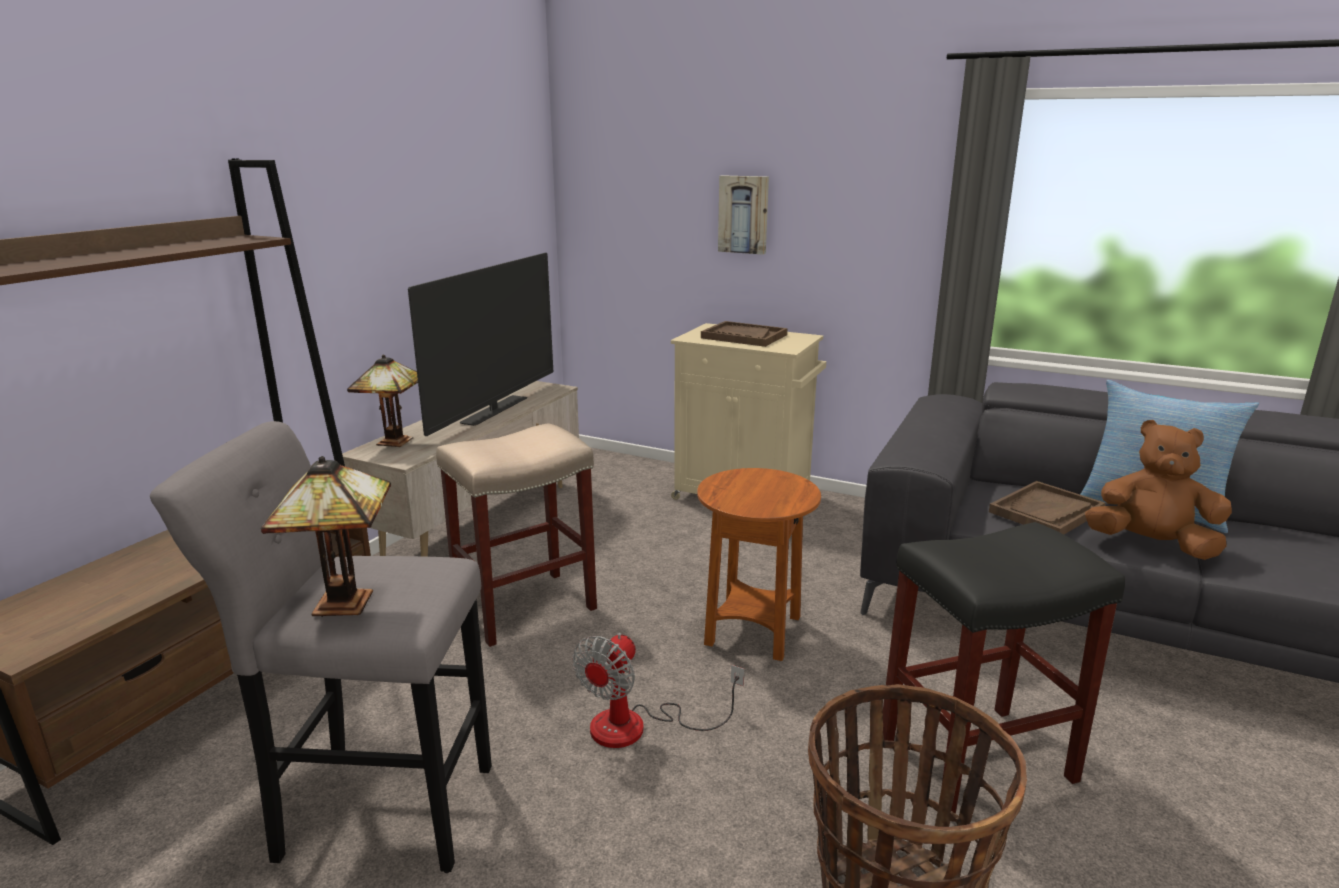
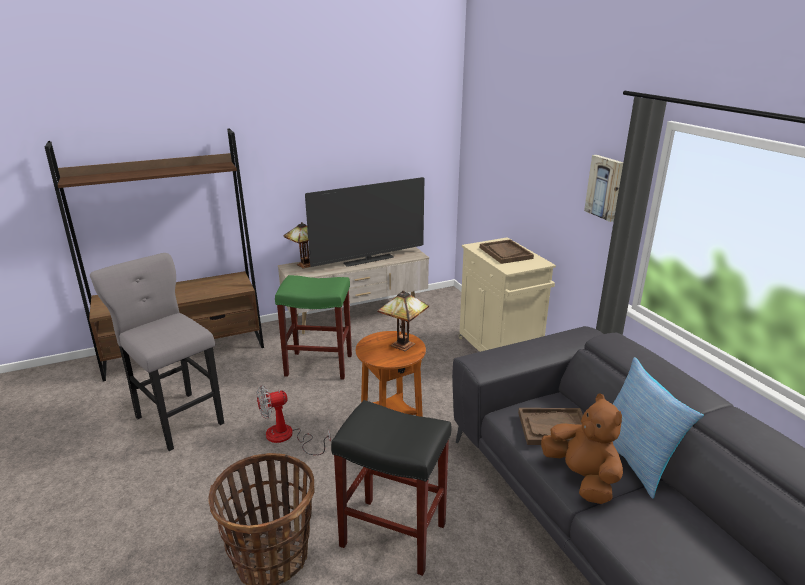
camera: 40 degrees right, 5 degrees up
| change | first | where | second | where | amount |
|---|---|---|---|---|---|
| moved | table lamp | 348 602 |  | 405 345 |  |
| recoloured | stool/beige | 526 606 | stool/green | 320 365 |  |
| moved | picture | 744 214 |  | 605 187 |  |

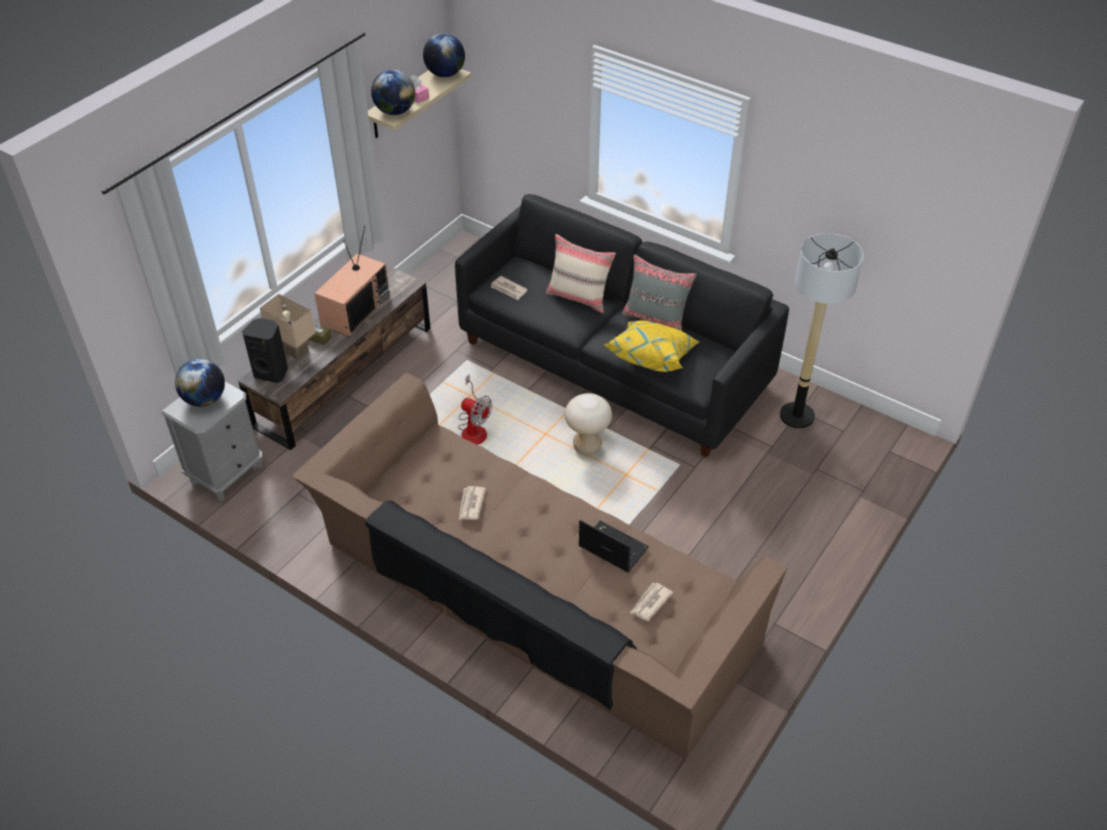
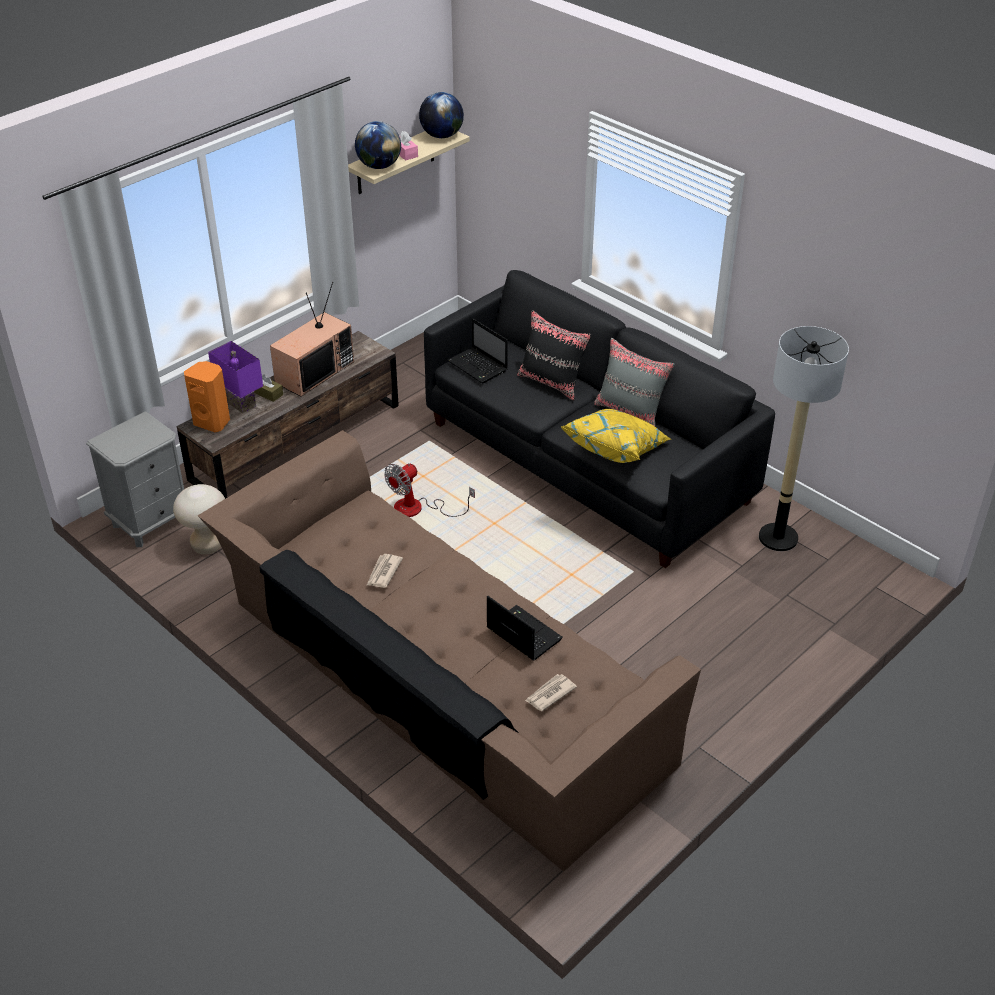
camera: 10 degrees right, 5 degrees down
| change | first | where | second | where | amount |
|---|---|---|---|---|---|
| removed | globe | 205 399 |  |  |  |
| recoloured | speaker/black | 272 372 | speaker/orange | 213 422 |  |
| recoloured | table lamp/beige | 292 351 | table lamp/purple | 239 404 |  |
| turned | fan | 473 428 |  | 418 509 | 90 degrees clockwise |
| replaced | newspaper | 508 289 | laptop | 478 366 |  |
| recoloured | pillow/beige | 579 297 | pillow/black | 552 382 |  |
| moved | stool/beige | 587 447 |  | 207 546 |  |

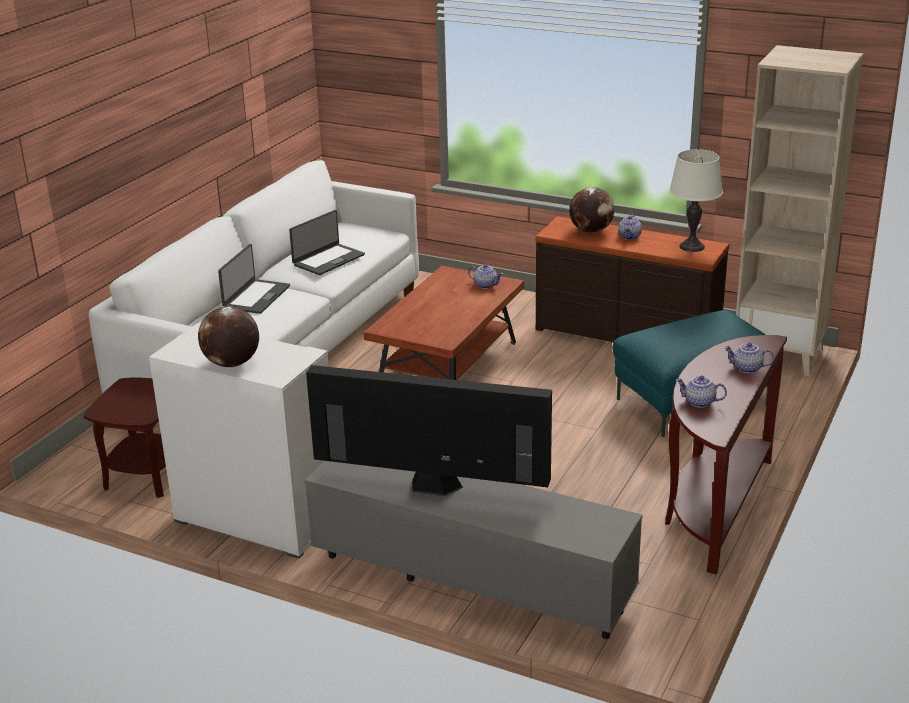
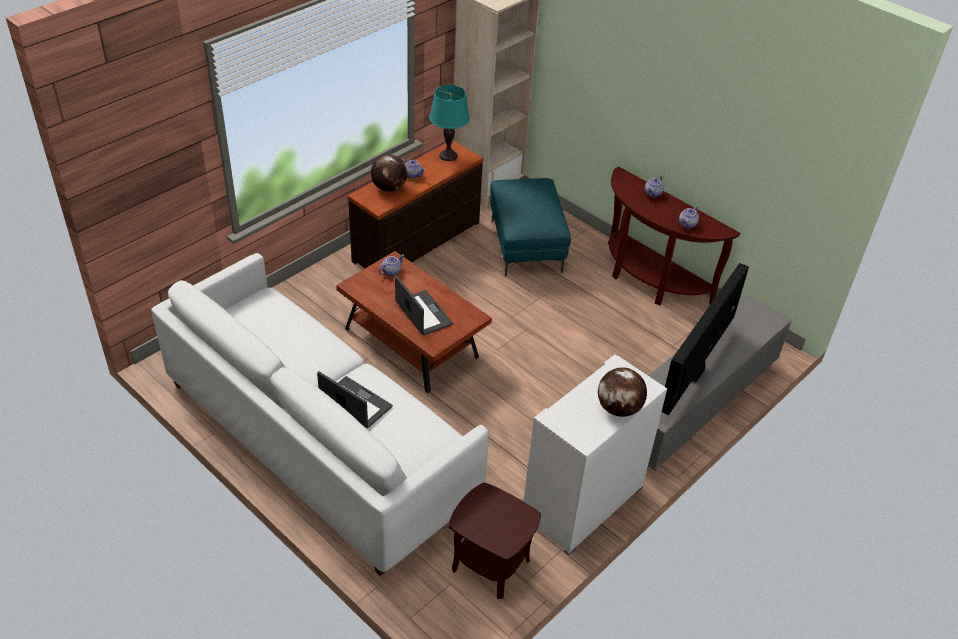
camera: 75 degrees left, 15 degrees up
| change | first | where | second | where | amount |
|---|---|---|---|---|---|
| moved | laptop | 328 260 |  | 422 313 |  |
| recoloured | table lamp/white | 691 246 | table lamp/turquoise | 448 156 |  |

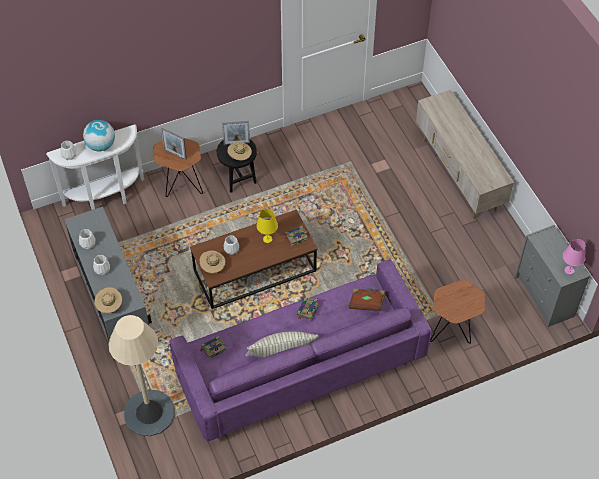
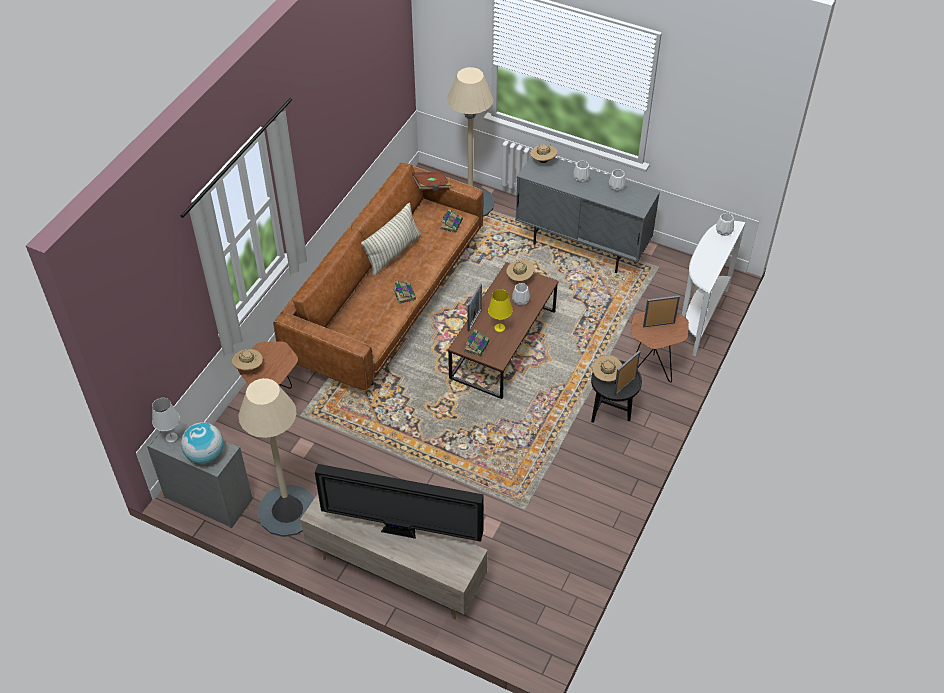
camera: 140 degrees right, 5 degrees down
| change | first | where | second | where | amount |
|---|---|---|---|---|---|
| moved | globe | 101 145 |  | 205 454 |  |
| recoloured | sofa/purple | 300 366 | sofa/brown | 387 299 |  |
| moved | book/brown | 366 303 |  | 431 186 |  |
| recoloured | table lamp/pink | 569 270 | table lamp/white | 171 438 |  |
| added |  |  | hat/beige | 249 367 |  |
| added |  |  | floor lamp/beige | 287 511 |  |
| added |  |  | television | 402 531 |  |
| added |  |  | picture frame | 474 320 |  |

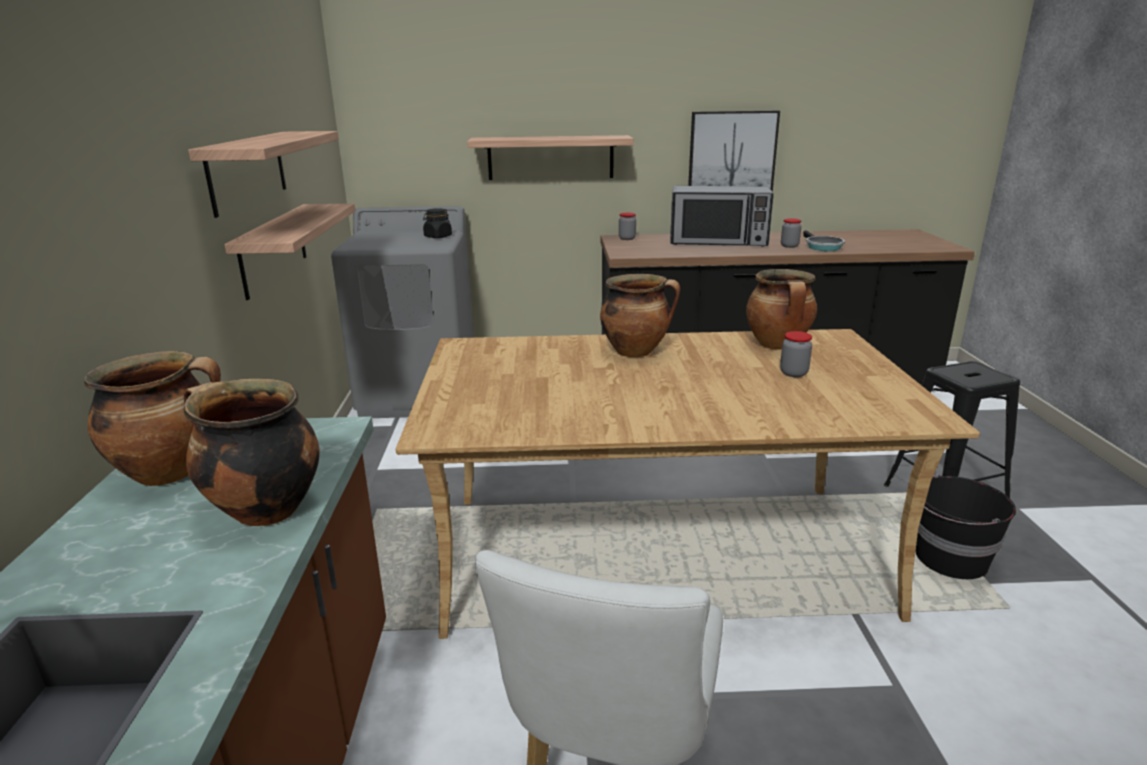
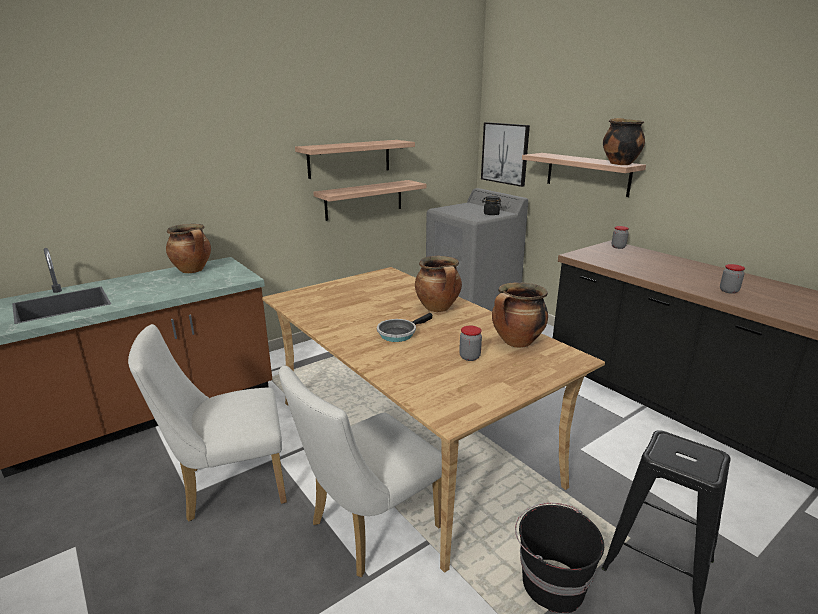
camera: 55 degrees right, 0 degrees up
| change | first | where | second | where | amount |
|---|---|---|---|---|---|
| moved | cooking pot | 263 510 |  | 619 163 |  |
| removed | microwave | 718 242 |  |  |  |
| moved | picture | 732 156 |  | 505 153 |  |
| moved | frying pan | 822 247 |  | 399 333 |  |
| added |  |  | chair/white | 367 529 |  |

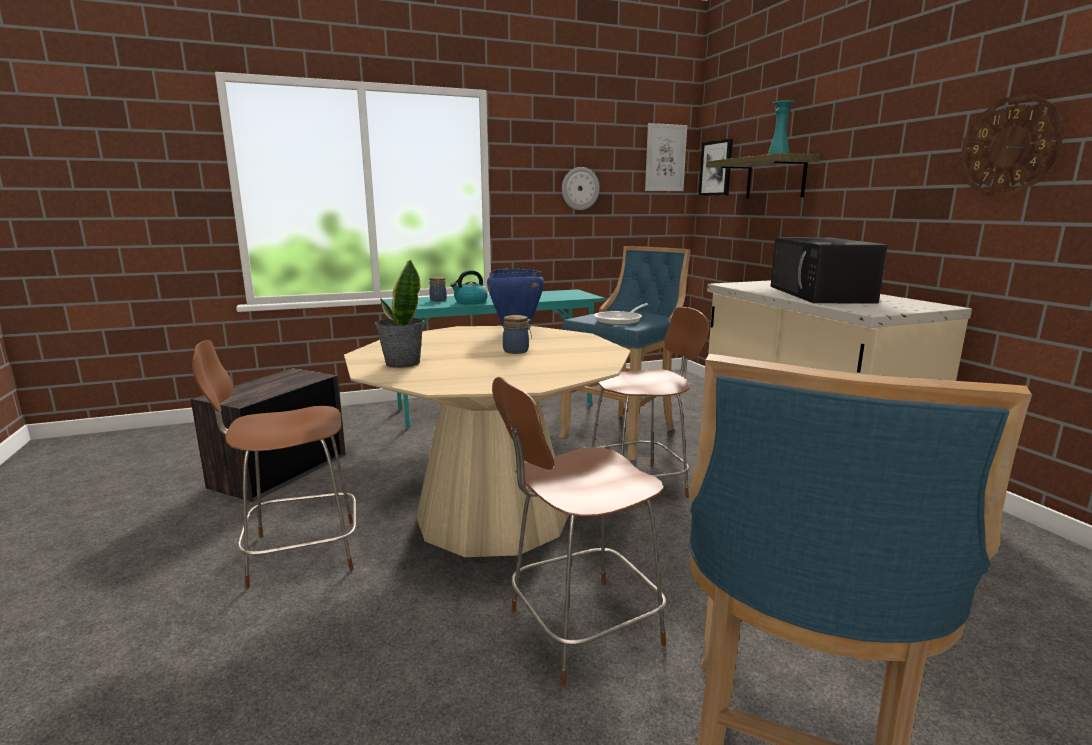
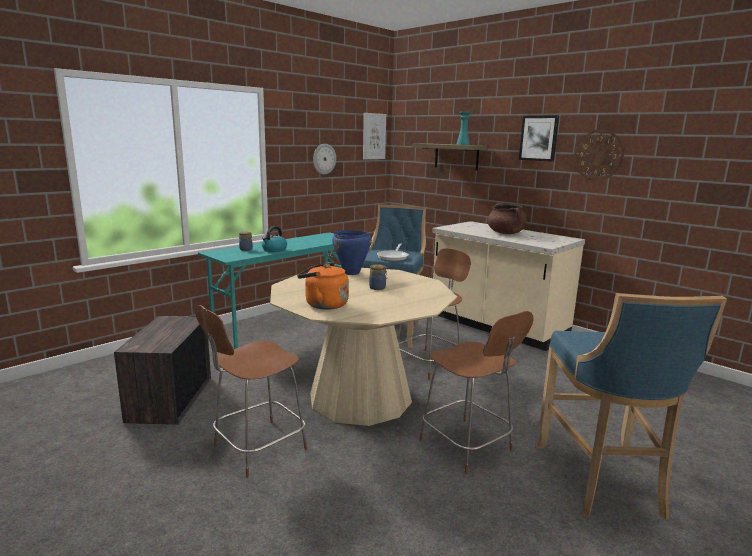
camera: 25 degrees left, 0 degrees up
| change | first | where | second | where | amount |
|---|---|---|---|---|---|
| replaced | potted plant | 402 363 | kettle/orange | 323 305 |  |
| turned | chair/brown | 579 629 |  | 467 447 | 75 degrees counterclockwise |
| moved | picture | 716 168 |  | 539 138 |  |
| replaced | microwave/black | 820 294 | cooking pot/brown | 506 233 |  |

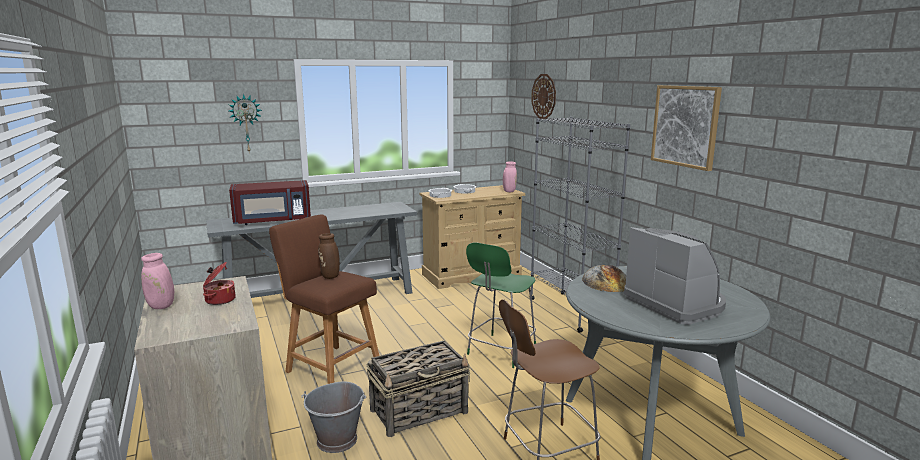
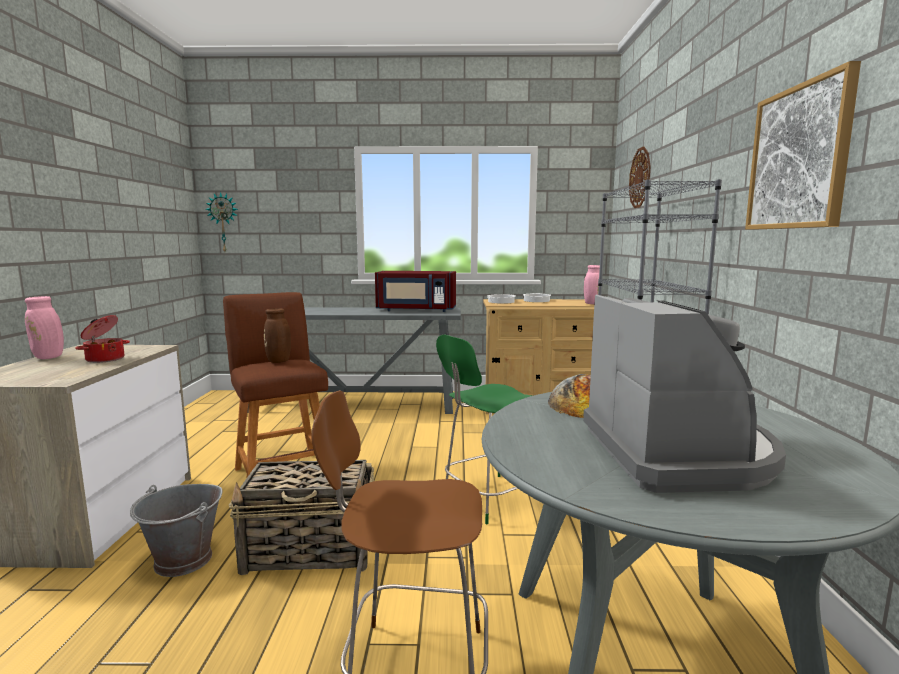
camera: 25 degrees right, 5 degrees down
| change | first | where | second | where | amount |
|---|---|---|---|---|---|
| moved | wall clock | 246 123 |  | 223 222 |  |
| moved | microwave/red | 272 221 |  | 416 310 |  |

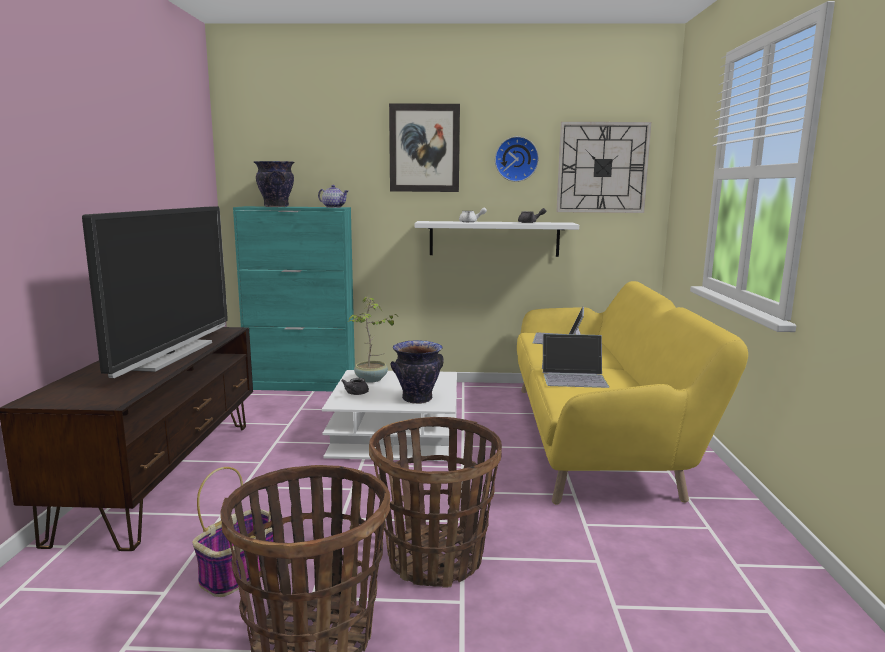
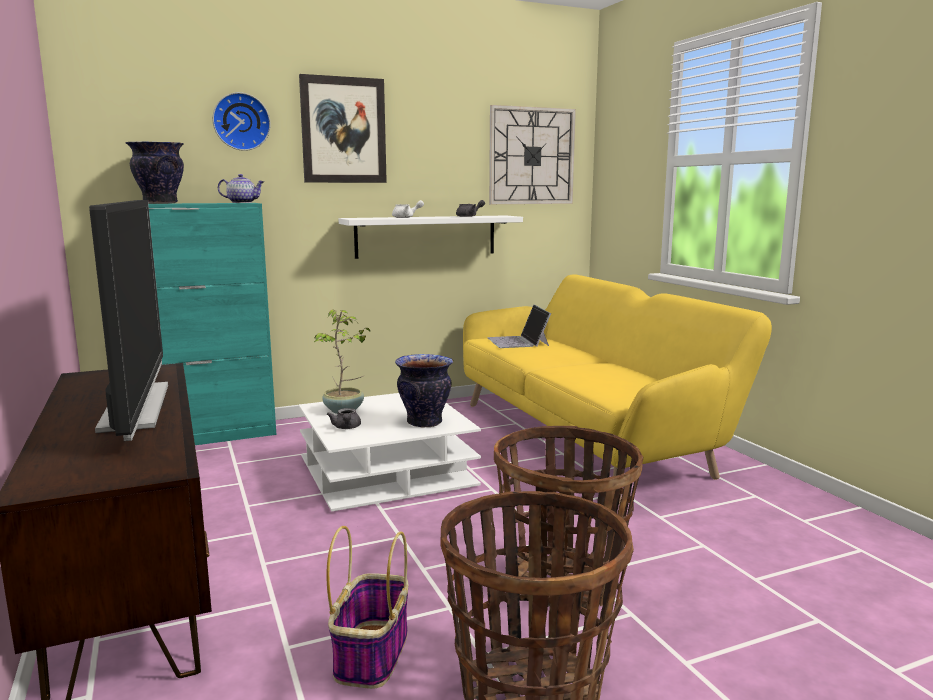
camera: 25 degrees left, 0 degrees up
| change | first | where | second | where | amount |
|---|---|---|---|---|---|
| moved | wall clock | 516 159 |  | 241 122 |  |
| removed | laptop | 574 377 |  |  |  |

